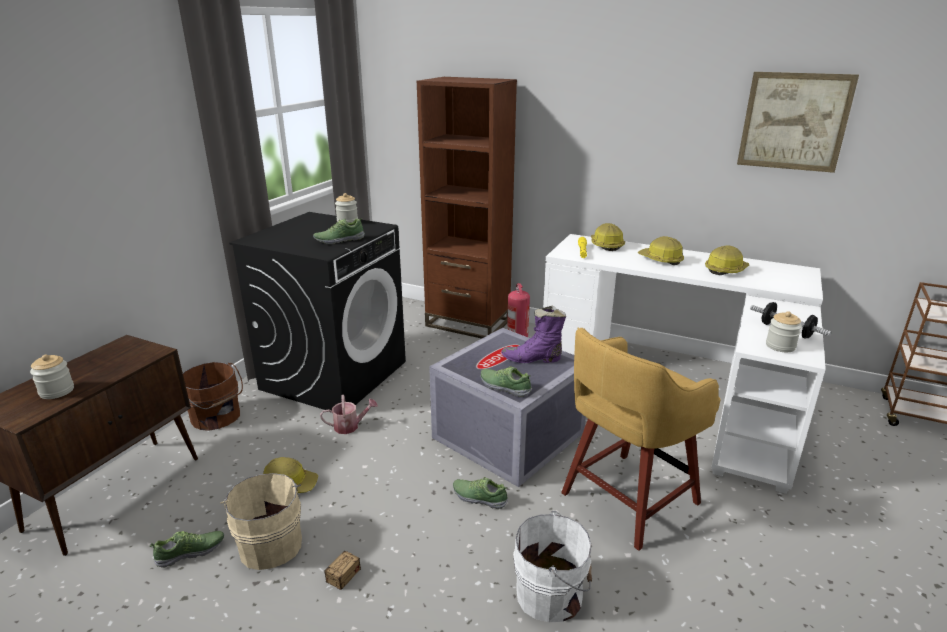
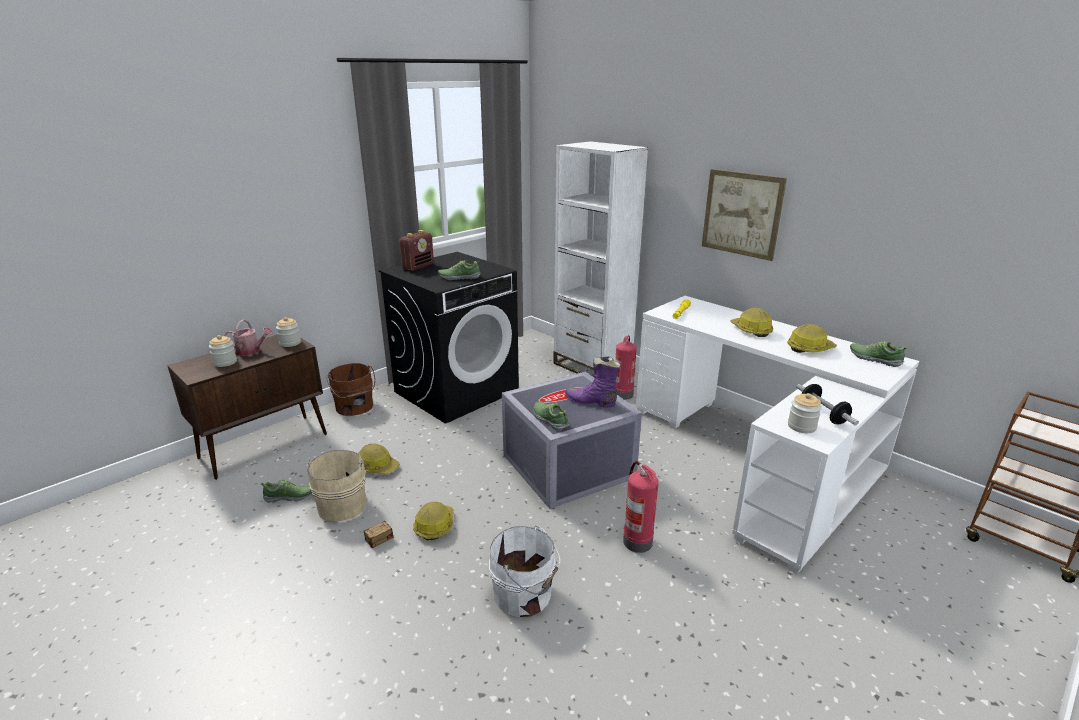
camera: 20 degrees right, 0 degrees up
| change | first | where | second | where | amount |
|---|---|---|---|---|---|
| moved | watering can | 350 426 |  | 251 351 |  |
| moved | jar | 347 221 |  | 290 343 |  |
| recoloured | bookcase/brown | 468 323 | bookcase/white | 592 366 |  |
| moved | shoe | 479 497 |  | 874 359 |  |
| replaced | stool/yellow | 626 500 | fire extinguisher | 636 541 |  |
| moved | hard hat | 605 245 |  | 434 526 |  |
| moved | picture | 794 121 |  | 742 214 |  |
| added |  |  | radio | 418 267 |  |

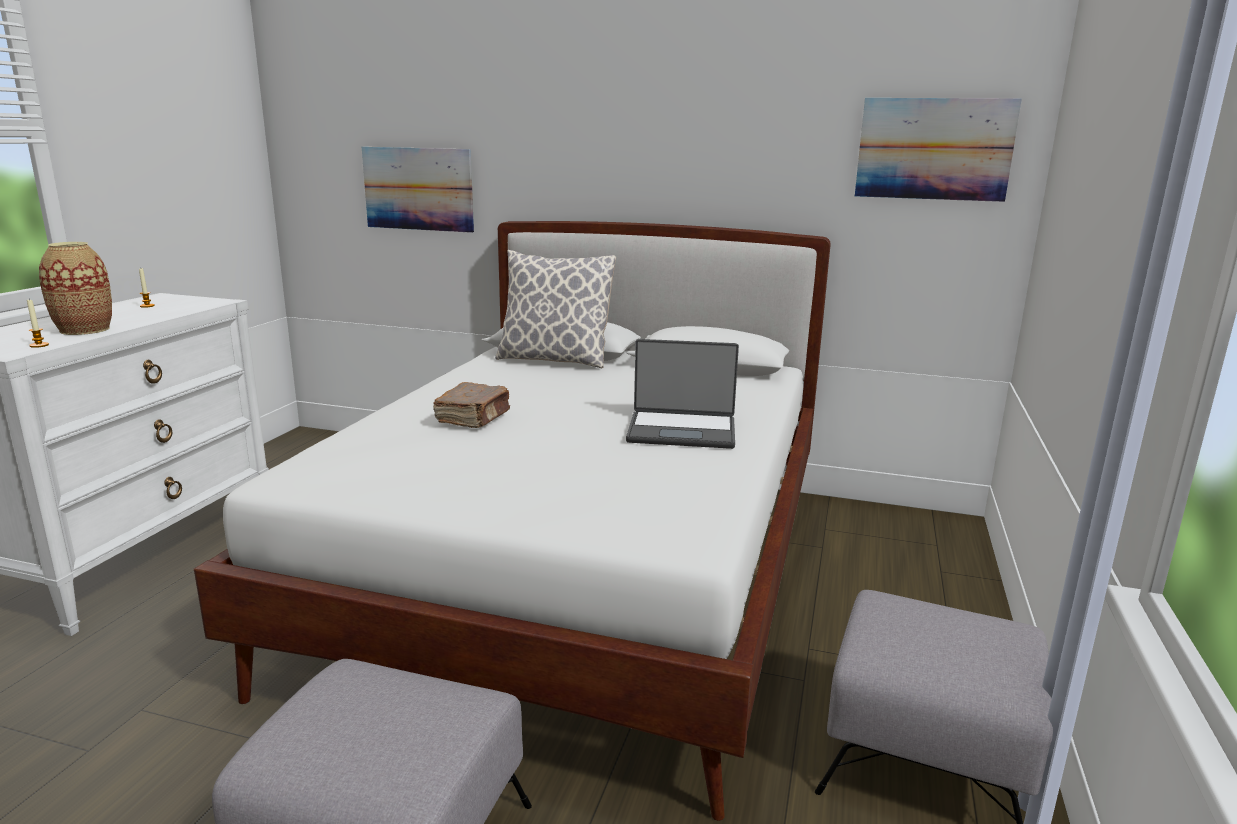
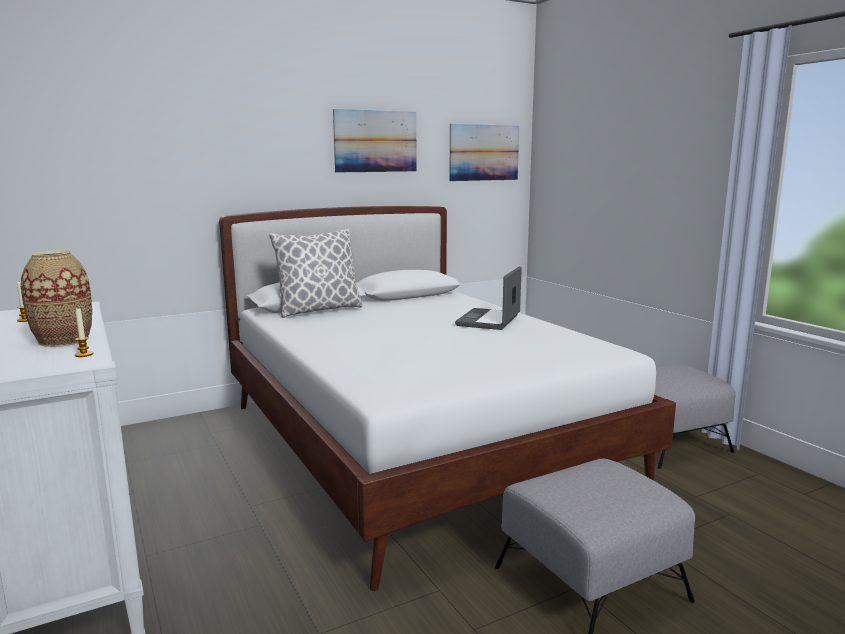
camera: 45 degrees left, 5 degrees down
| change | first | where | second | where | amount |
|---|---|---|---|---|---|
| moved | picture | 418 189 |  | 375 141 |  |
| removed | book/brown | 474 418 |  |  |  |
| turned | laptop | 682 431 |  | 489 320 | 150 degrees clockwise |

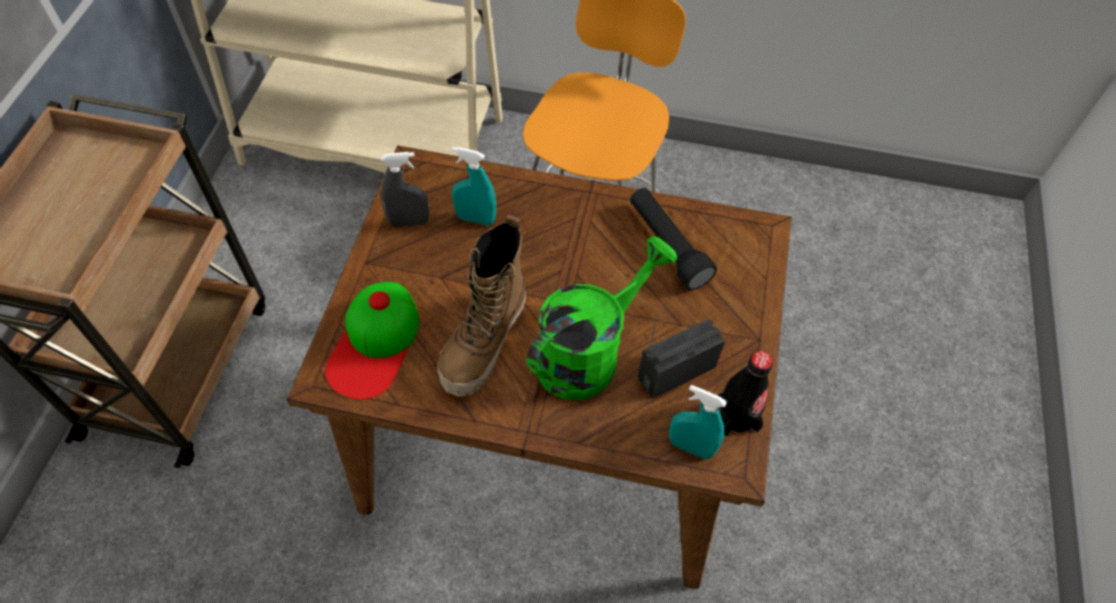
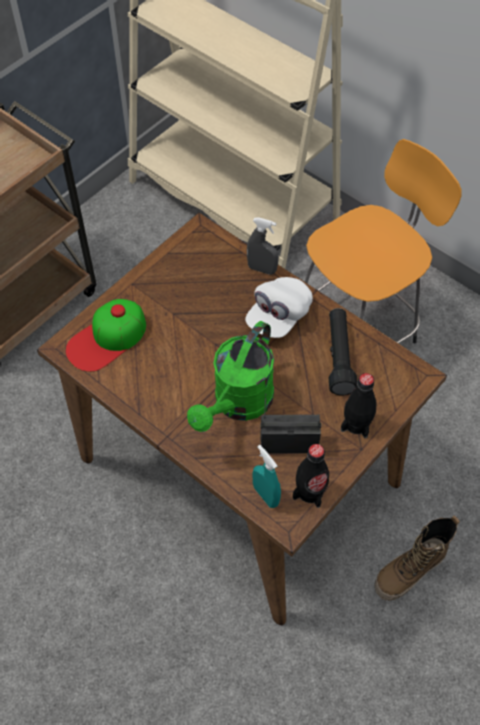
camera: 30 degrees right, 0 degrees up
| change | first | where | second | where | amount |
|---|---|---|---|---|---|
| moved | spray bottle/grey | 409 222 |  | 262 269 |  |
| moved | boot | 485 344 |  | 409 572 |  |
| removed | spray bottle/turquoise | 475 219 |  |  |  |
| turned | watering can/green | 588 352 |  | 238 404 | 135 degrees clockwise |
| added |  |  | cap/white | 278 316 |  |
| added |  |  | bottle/black | 356 423 |  |

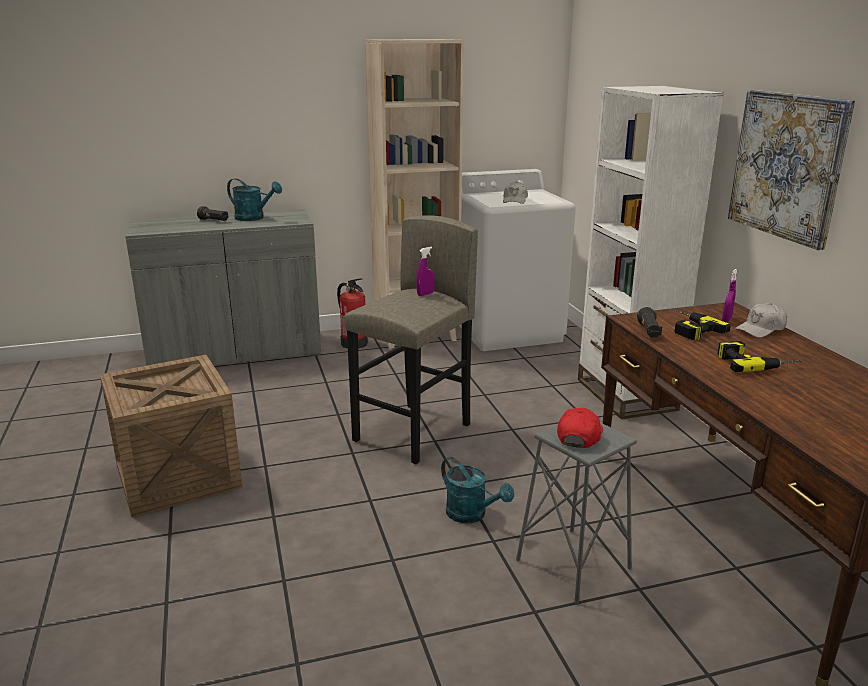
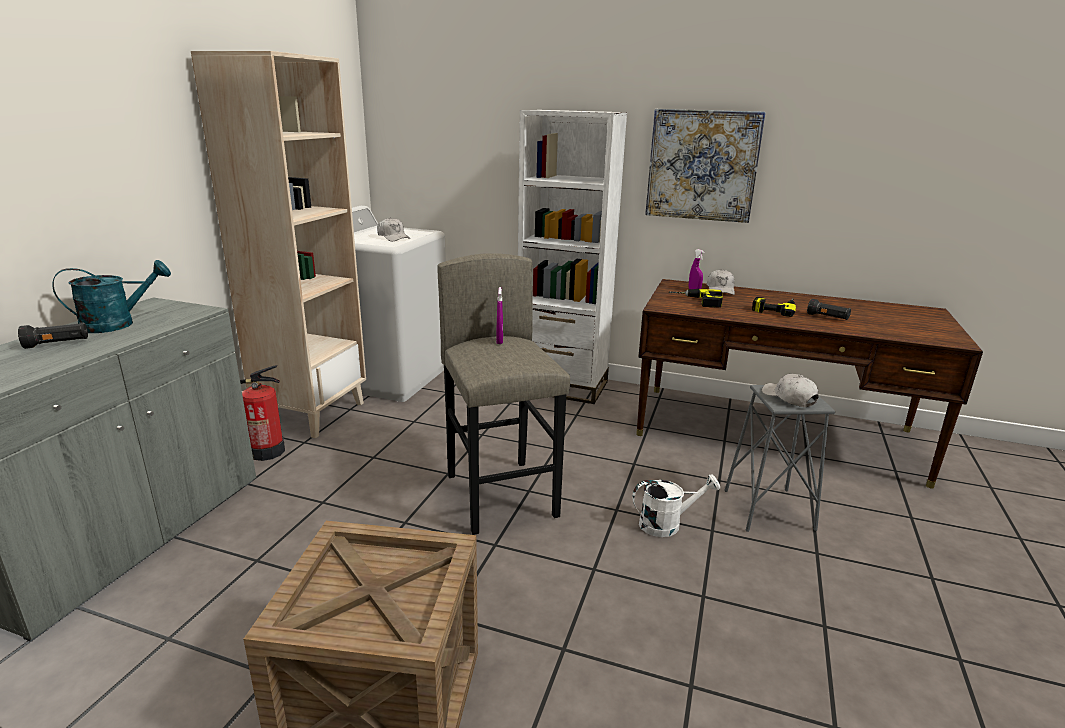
camera: 55 degrees left, 0 degrees up
| change | first | where | second | where | amount |
|---|---|---|---|---|---|
| recoloured | watering can/turquoise | 472 515 | watering can/white | 667 524 |  |
| recoloured | cap/red | 579 435 | cap/white | 789 398 |  |
| moved | flashlight/black | 649 332 |  | 827 317 |  |

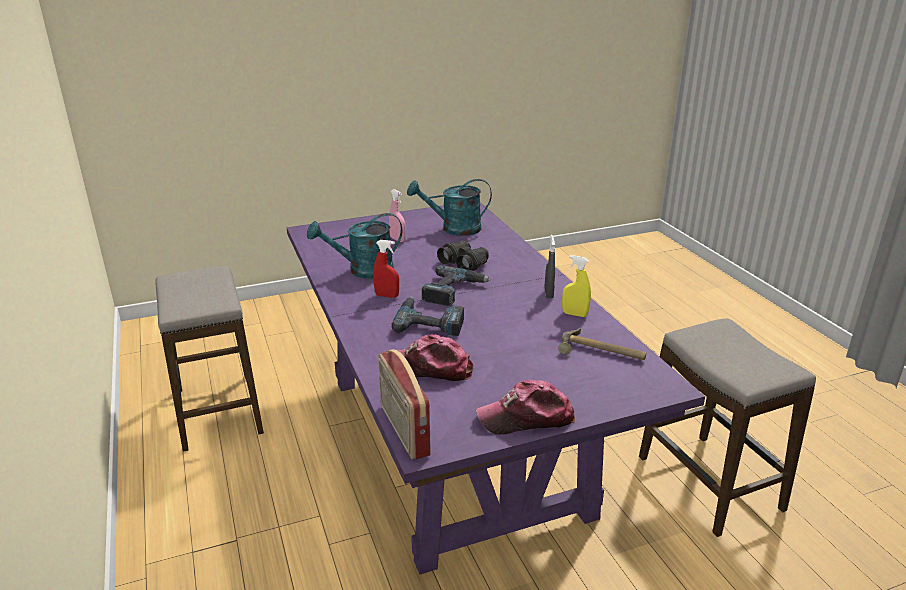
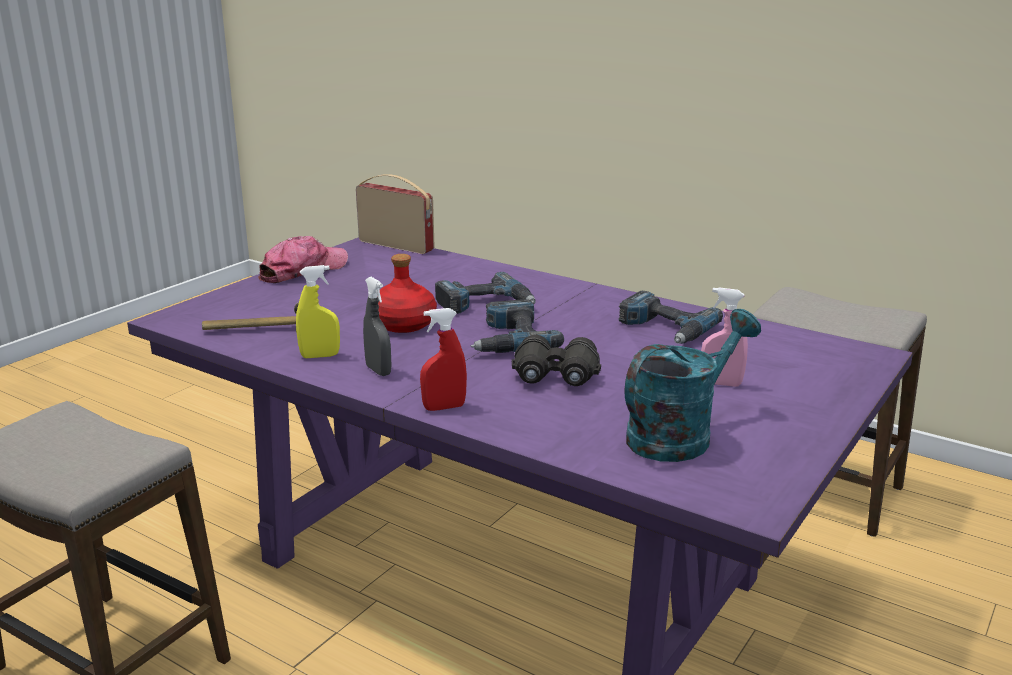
camera: 145 degrees right, 5 degrees down
| change | first | where | second | where | amount |
|---|---|---|---|---|---|
| replaced | watering can/turquoise | 363 271 | power drill | 664 329 |  |
| moved | spray bottle/red | 387 296 |  | 444 407 |  |
| removed | cap | 429 369 |  |  |  |
| added |  |  | bottle/red | 404 324 |  |

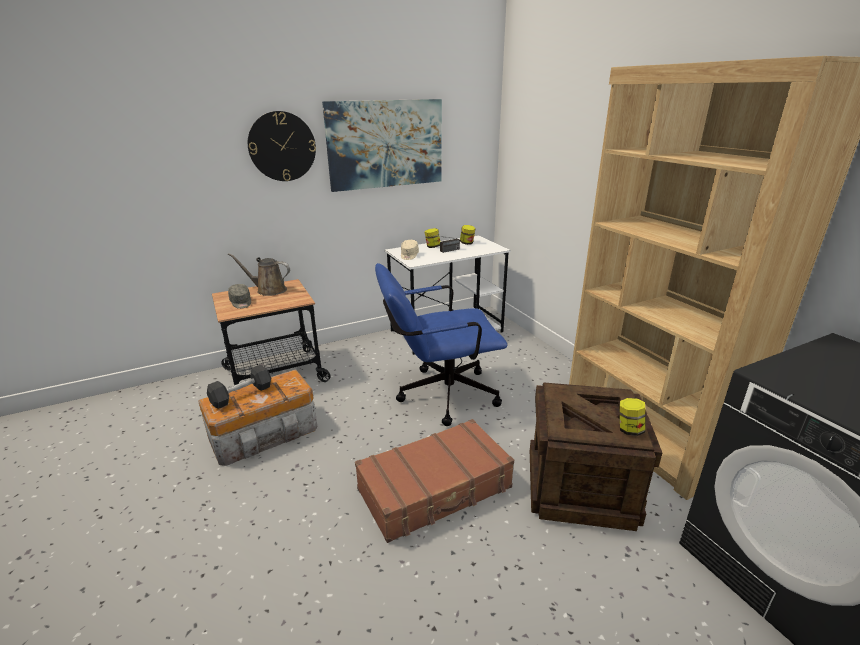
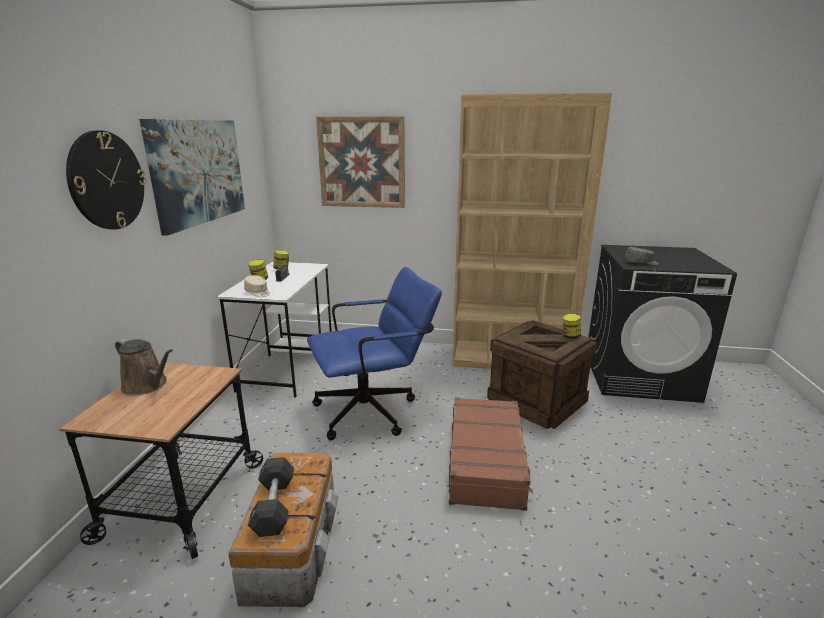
camera: 55 degrees left, 5 degrees down
| change | first | where | second | where | amount |
|---|---|---|---|---|---|
| turned | watering can/brown | 269 290 |  | 147 386 | 105 degrees counterclockwise |
| moved | cap/grey | 241 302 |  | 641 263 |  |
| turned | office chair/blue | 439 395 |  | 374 410 | 135 degrees counterclockwise |
| added |  |  | picture | 361 162 |  |

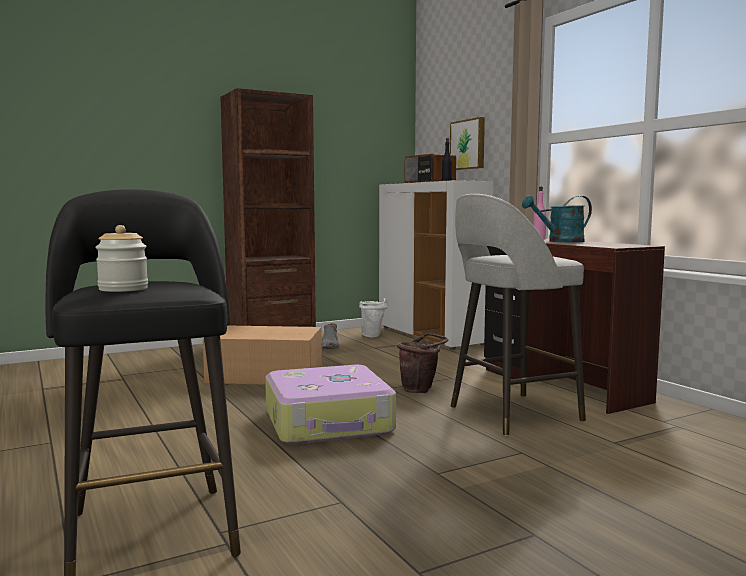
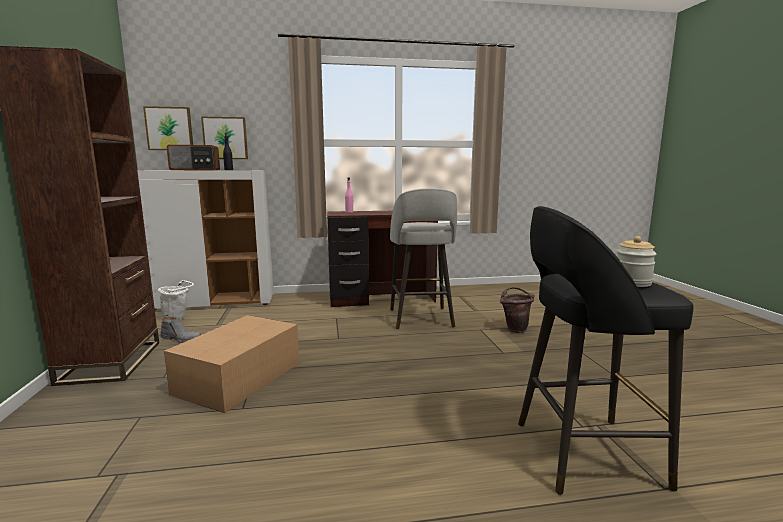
camera: 70 degrees left, 5 degrees up
| change | first | where | second | where | amount |
|---|---|---|---|---|---|
| removed | suitcase | 329 422 |  |  |  |
| moved | bucket/brown | 420 390 |  | 515 329 |  |
| removed | watering can/turquoise | 560 241 |  |  |  |
| added |  |  | picture | 169 129 |  |

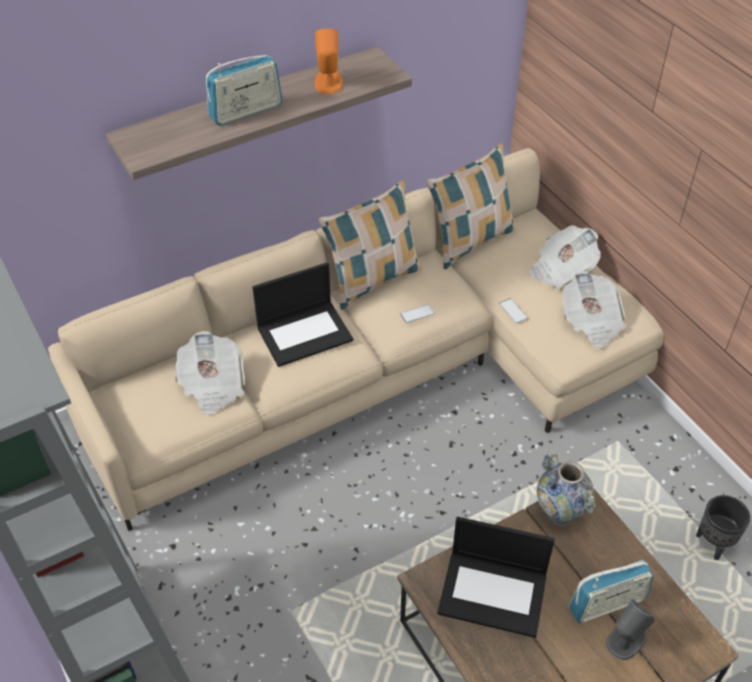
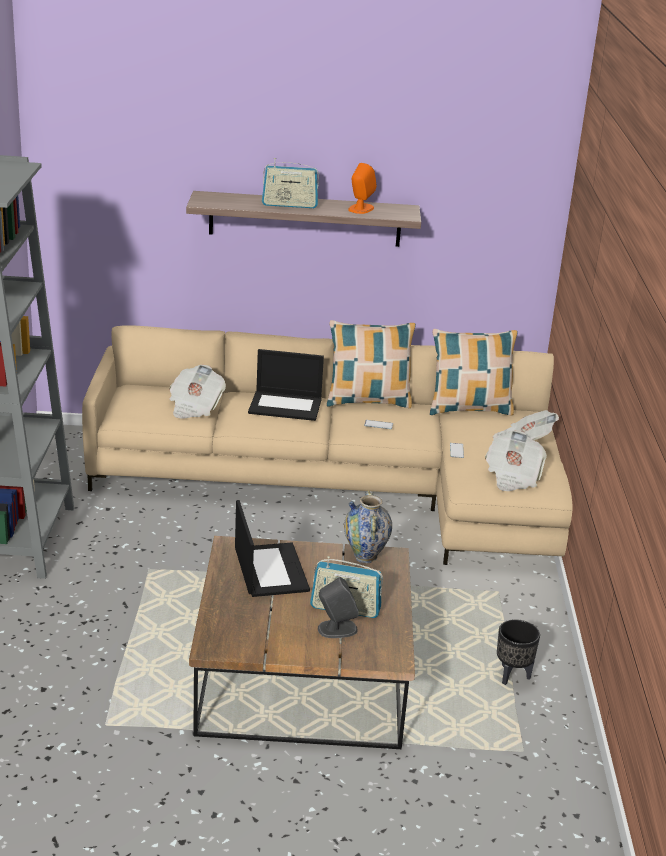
camera: 30 degrees right, 20 degrees down
| change | first | where | second | where | amount |
|---|---|---|---|---|---|
| turned | laptop | 494 593 |  | 269 569 | 150 degrees counterclockwise |

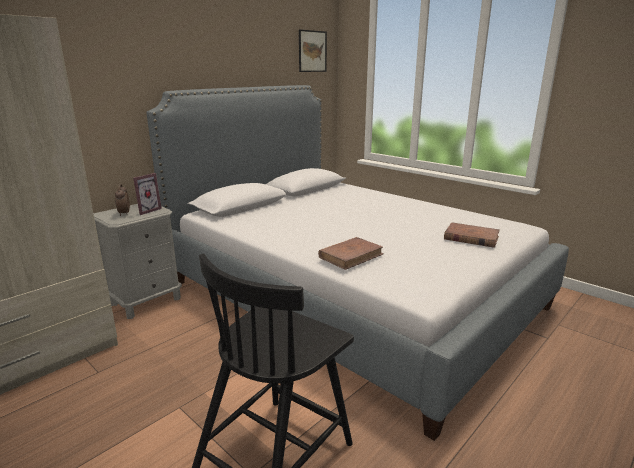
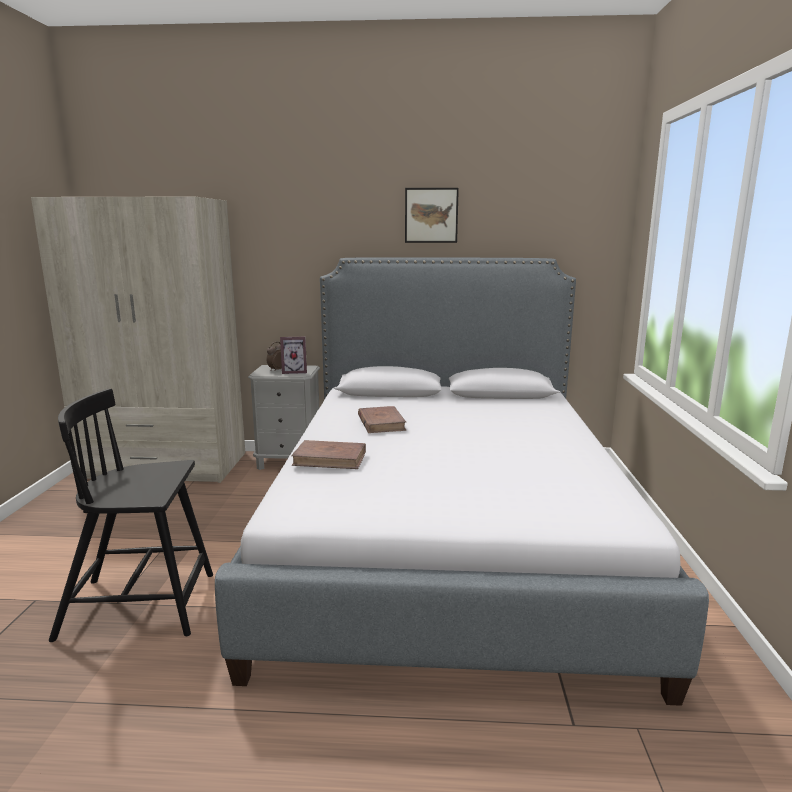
camera: 50 degrees right, 5 degrees down
| change | first | where | second | where | amount |
|---|---|---|---|---|---|
| moved | picture | 312 51 |  | 431 215 |  |
| moved | book/brown | 470 238 |  | 381 423 |  |

